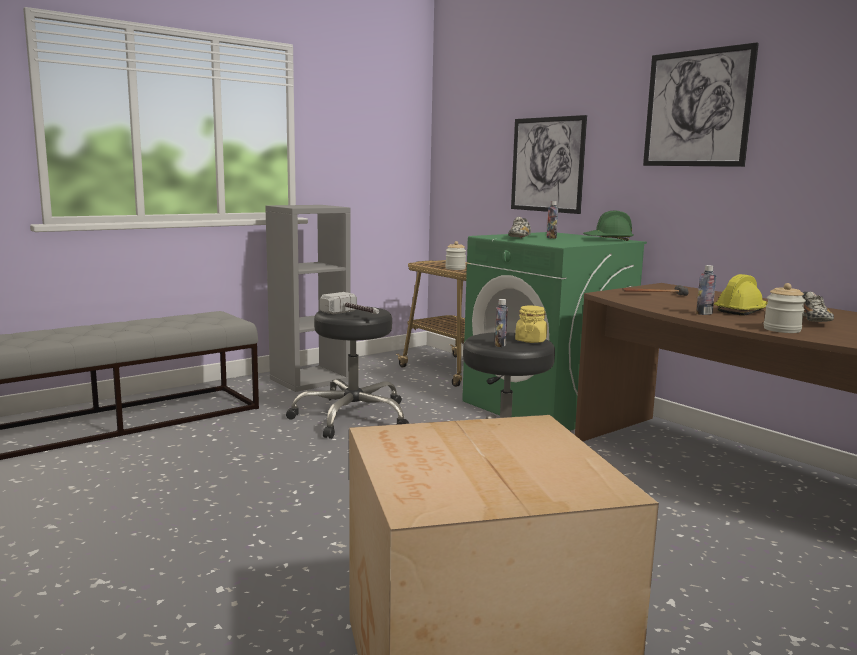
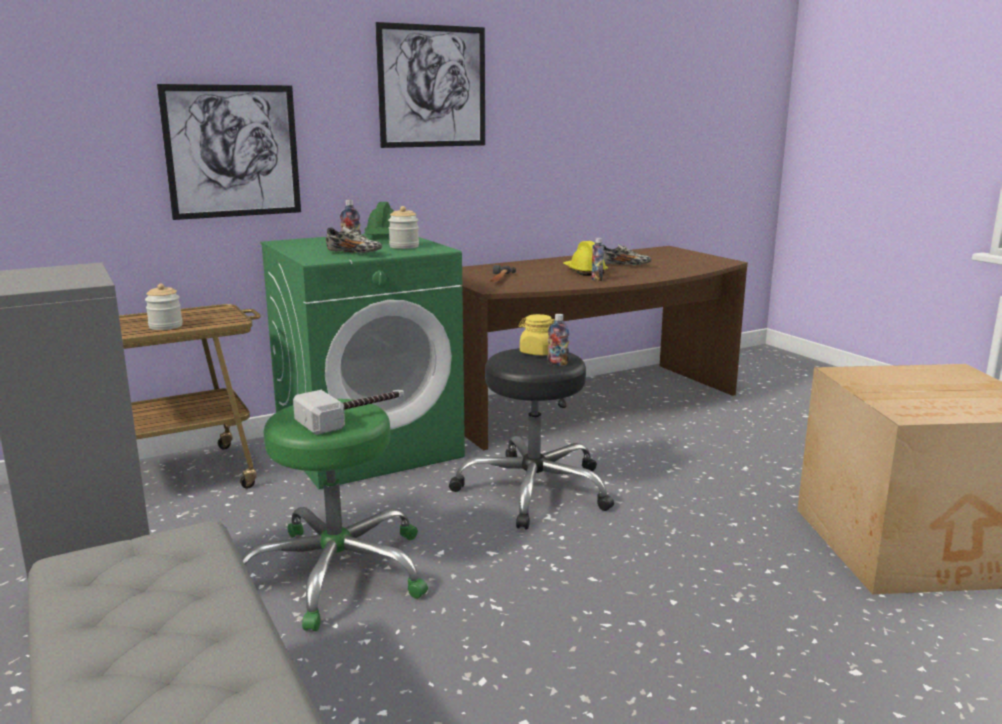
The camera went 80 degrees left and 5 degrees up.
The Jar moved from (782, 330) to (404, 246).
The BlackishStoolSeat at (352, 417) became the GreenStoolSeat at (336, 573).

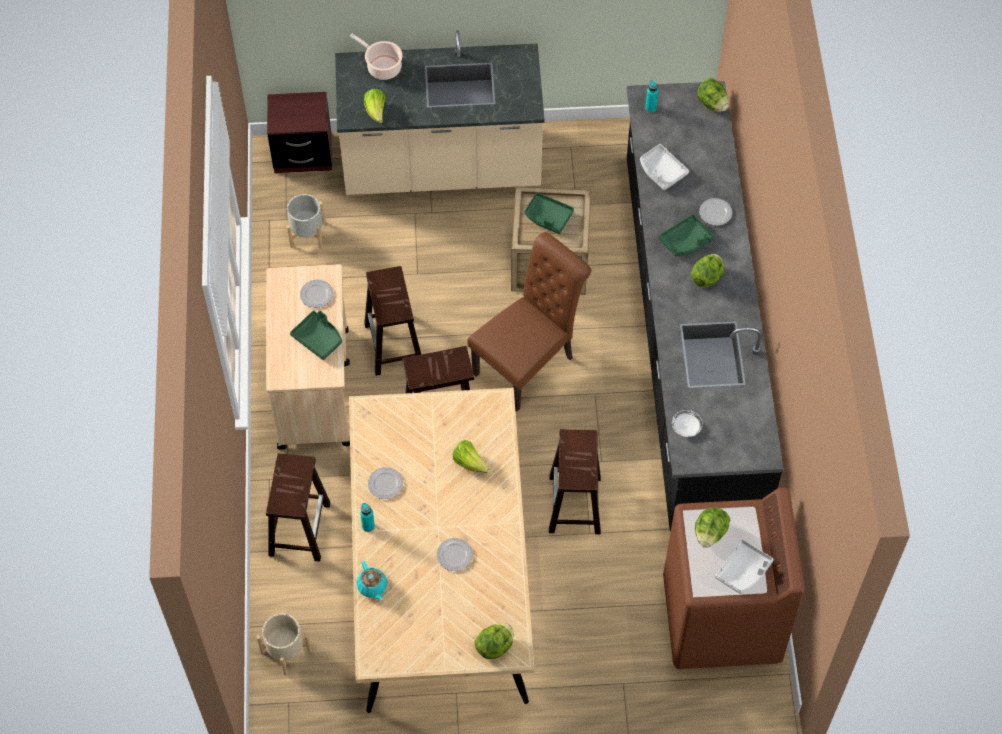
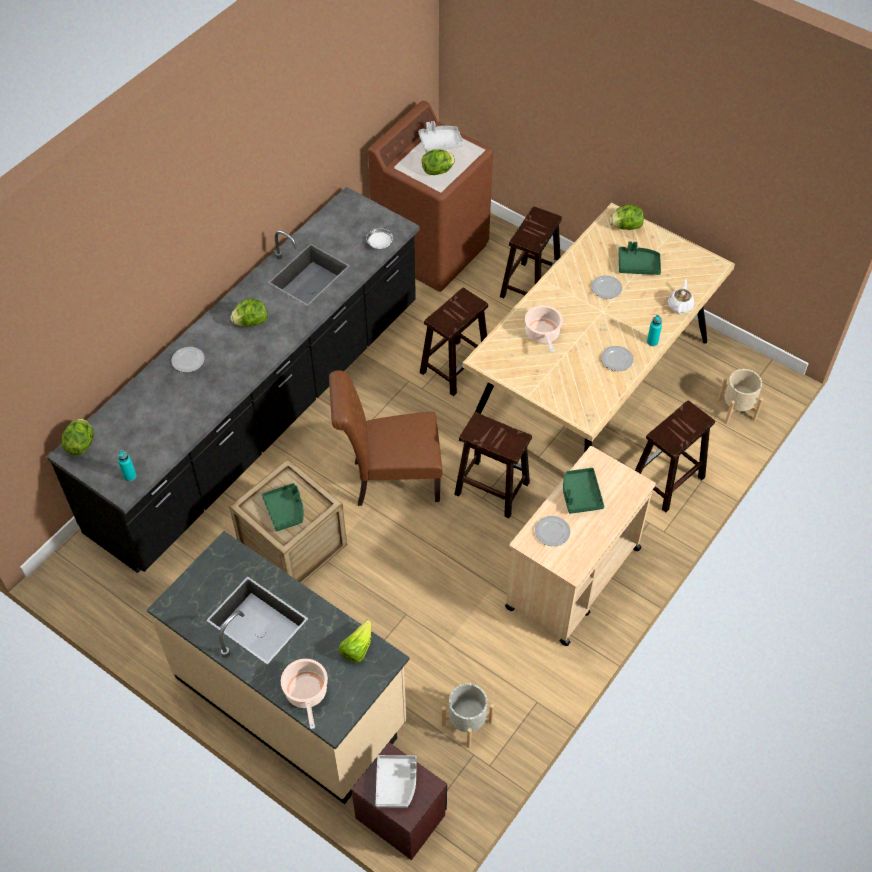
The camera went 140 degrees left and 5 degrees down.
The GreyCarryingTray moved from (661, 171) to (396, 783).
The GreenCarryingTray moved from (686, 241) to (638, 265).
The BrownishStoolSeat moved from (394, 346) to (530, 285).
The HeadOfLettuce at (469, 463) was replaced by the Saucepot at (542, 335).
The TurquoiseColouredTeaPot at (372, 586) became the WhiteColouredTeaPot at (680, 305).

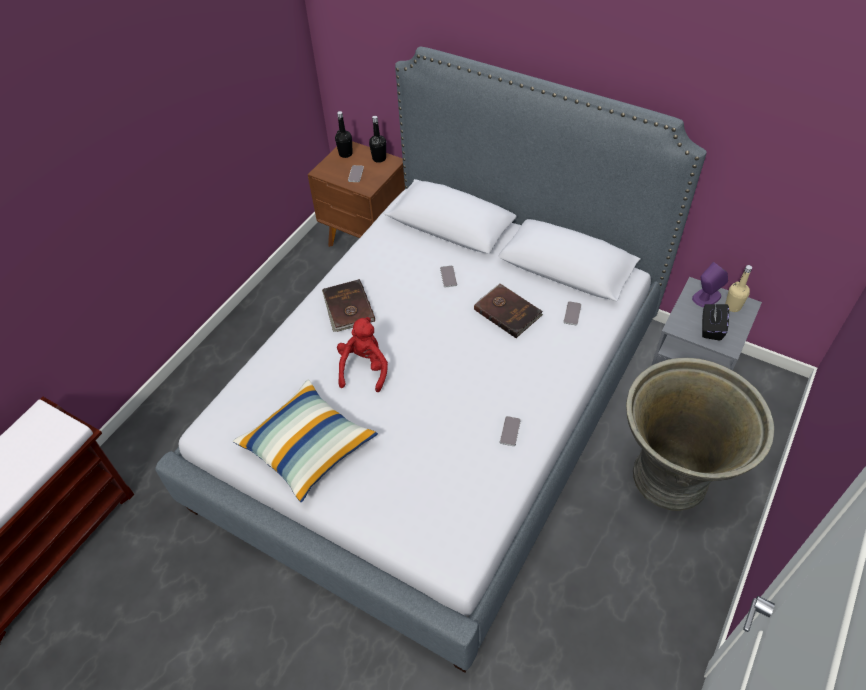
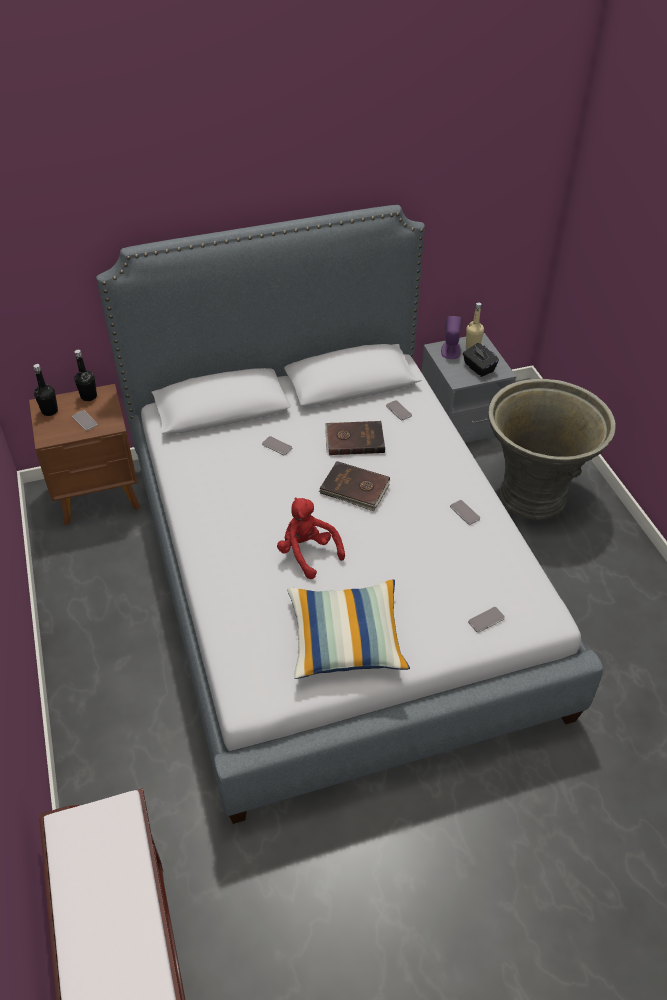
The camera went 50 degrees left and 5 degrees down.
The BrownishBook moved from (347, 308) to (355, 488).
The Telephone at (486, 620) appeared.

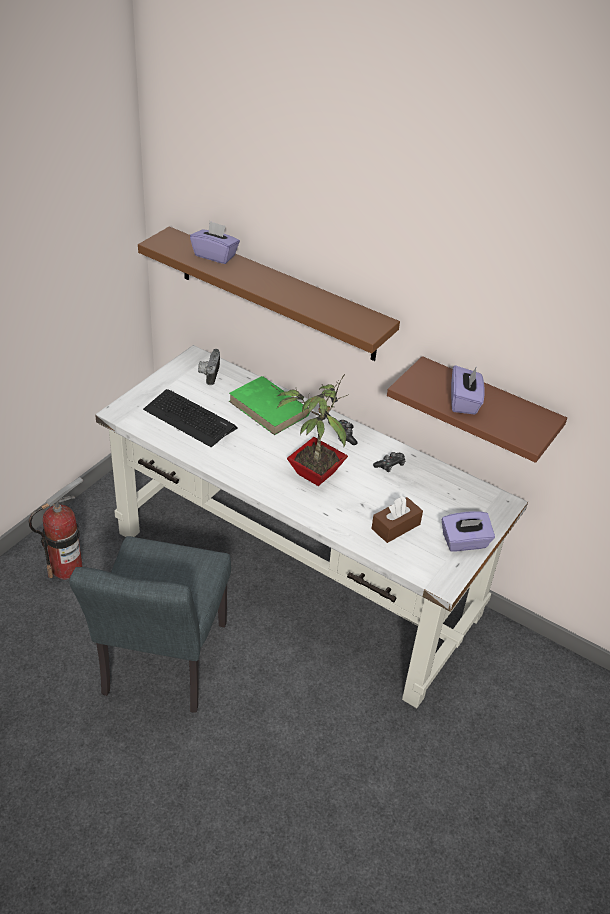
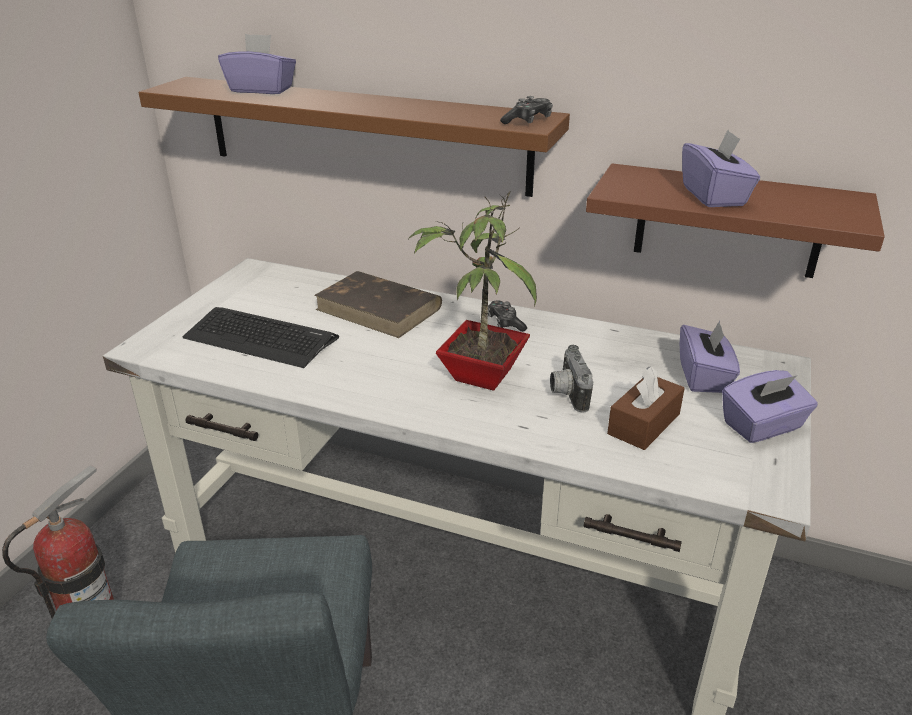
The camera went 10 degrees left and 10 degrees down.
The StillCamera moved from (208, 374) to (566, 394).
The GreenBook at (269, 408) became the BrownishBook at (380, 309).
The GameController moved from (390, 465) to (528, 121).
The PurpleBoxOfTissues at (704, 377) appeared.

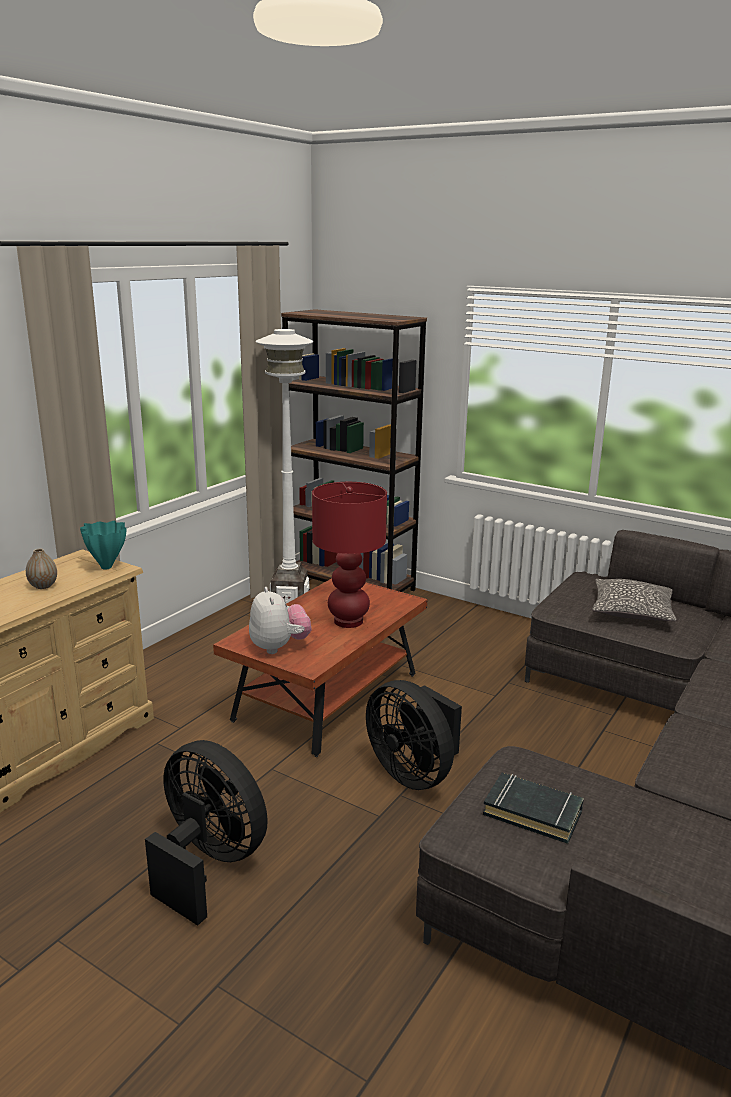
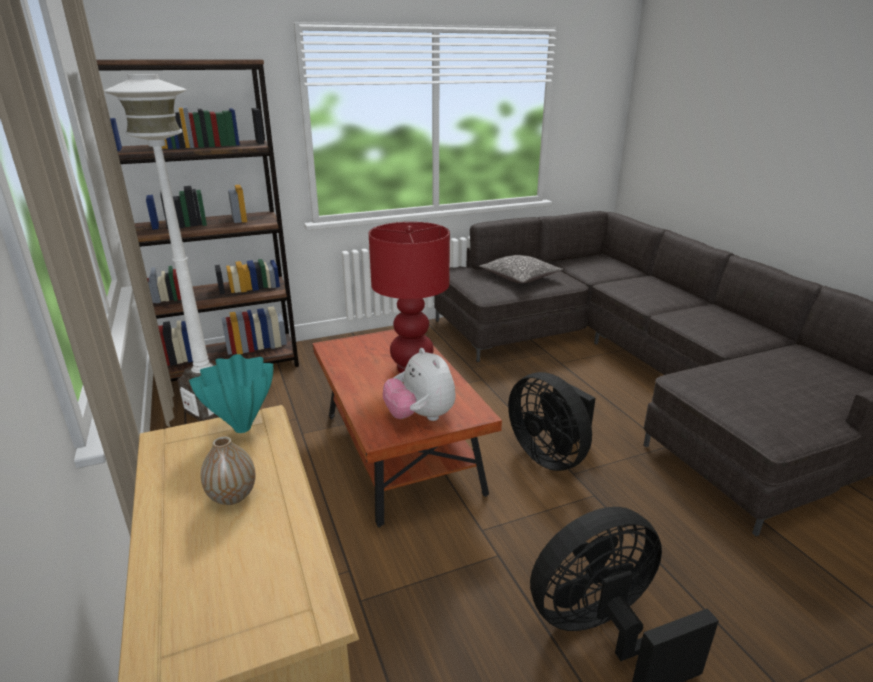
The camera went 55 degrees left and 5 degrees up.
The CuddlyToy at (279, 647) turned 135 degrees counterclockwise.
The BlackishFan at (413, 773) turned 60 degrees clockwise.
The BlackishBook at (533, 812) disappeared.

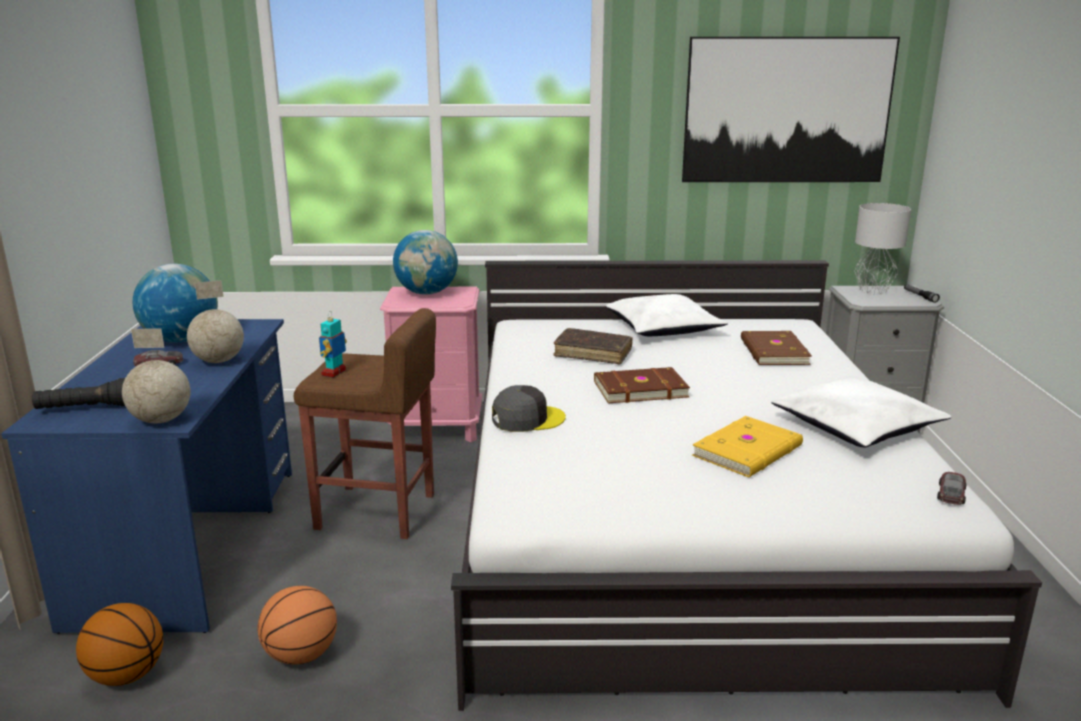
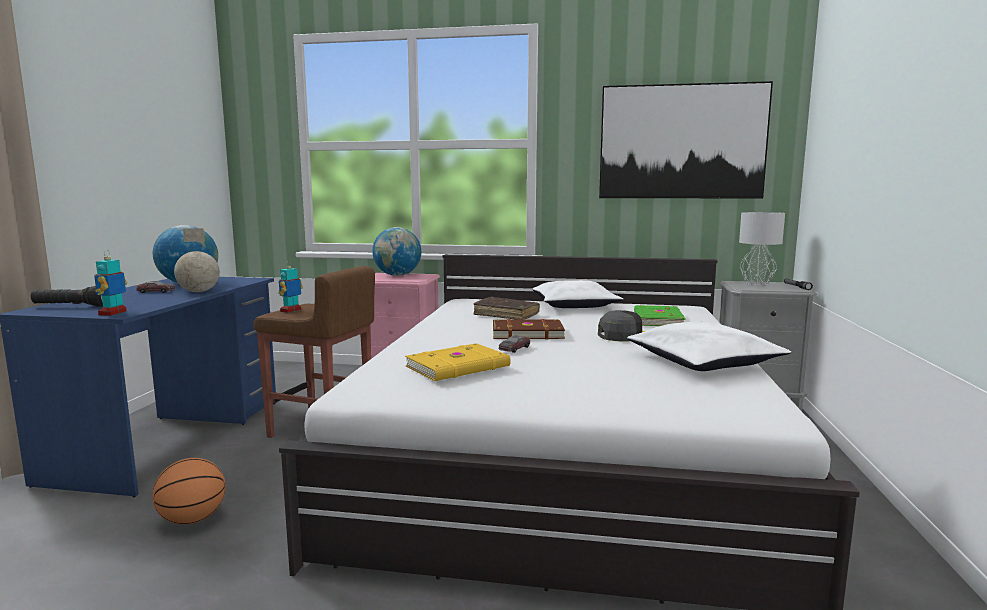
The camera went 10 degrees right and 10 degrees down.
The Globe at (161, 420) was replaced by the RobotFigure at (113, 313).
The BrownishBook at (772, 352) became the GreenBook at (656, 319).
The GreyPeakedCap moved from (527, 419) to (626, 336).
The YellowishBook moved from (749, 451) to (459, 367).
The MiniatureCar moved from (951, 493) to (514, 348).
The BallForBasketball at (127, 676) disappeared.

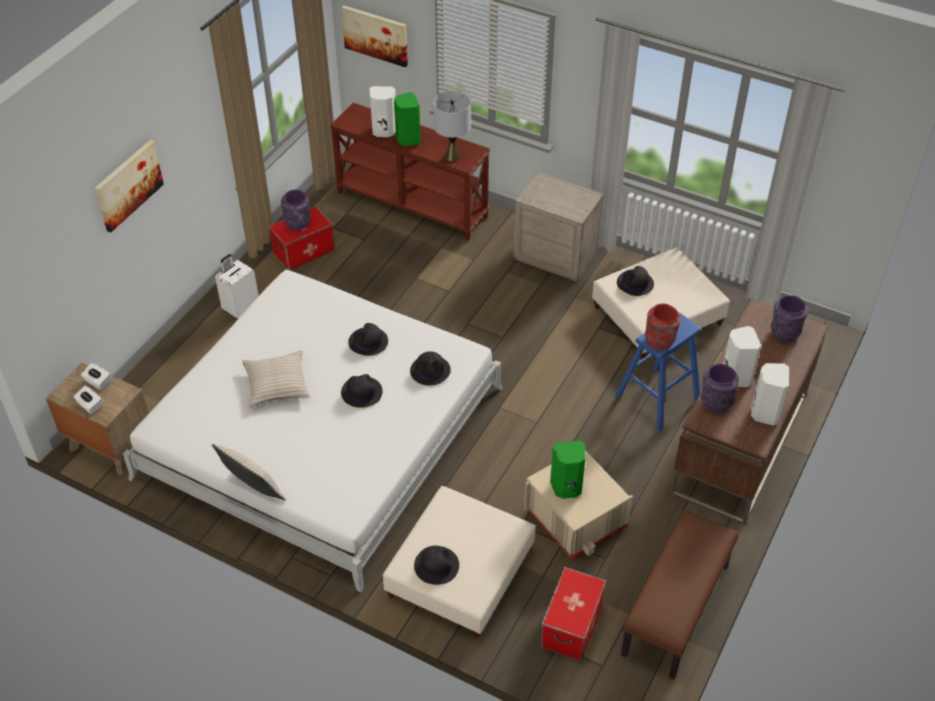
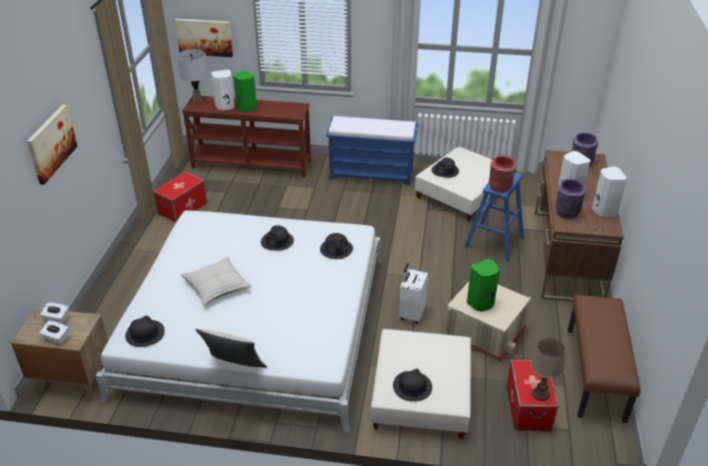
The camera went 20 degrees left and 10 degrees down.
The GreyTableLamp moved from (452, 156) to (197, 100).
The BeigeNightstand at (556, 256) was replaced by the BluishBench at (372, 174).
The PurpleVase at (298, 223) disappeared.
The WhiteColouredPieceOfLuggage moved from (241, 308) to (411, 314).
The BlackishHat moved from (361, 392) to (144, 334).
The BrownishTableLamp at (541, 394) appeared.

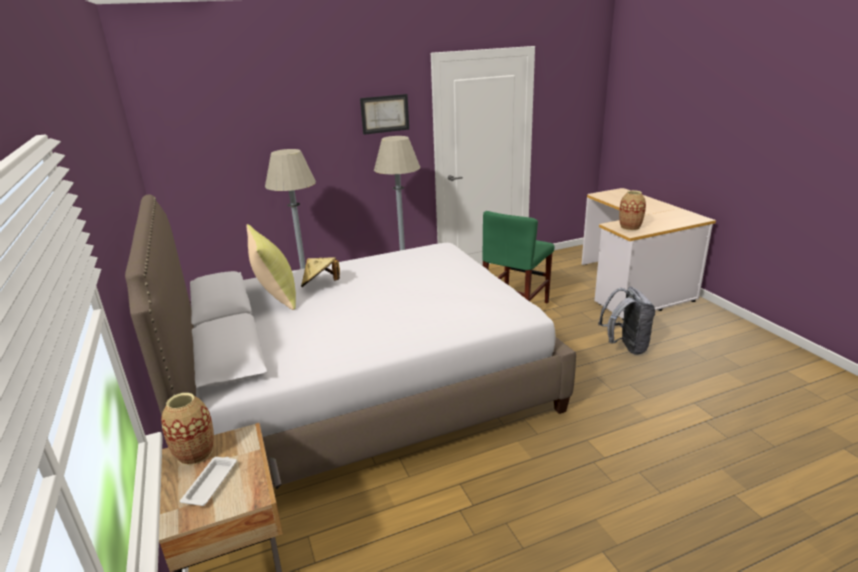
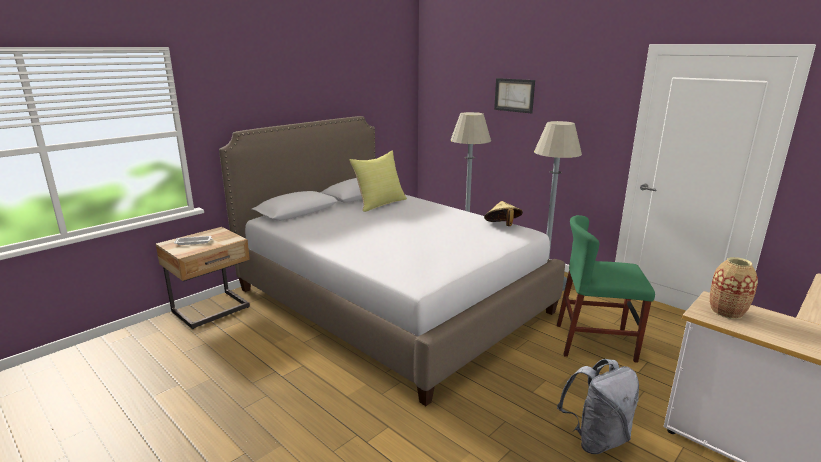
The camera went 65 degrees right and 5 degrees down.
The Picture moved from (385, 114) to (514, 95).
The BeigeHat moved from (320, 284) to (502, 226).
The Vase at (195, 453) disappeared.

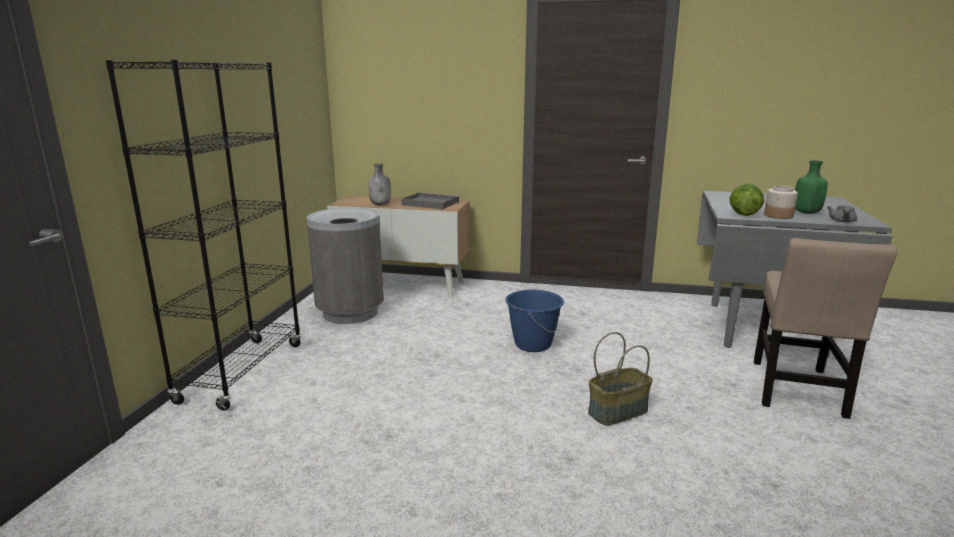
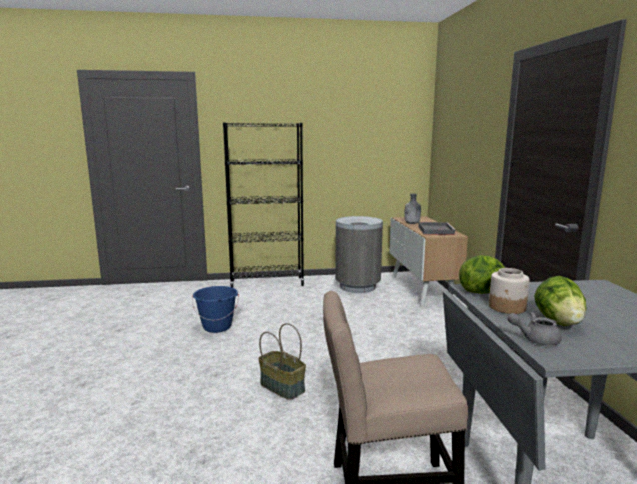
The camera went 70 degrees right and 5 degrees down.
The GreenBottle at (806, 212) was replaced by the HeadOfLettuce at (558, 322).
The BluishBucket moved from (532, 344) to (217, 327).

